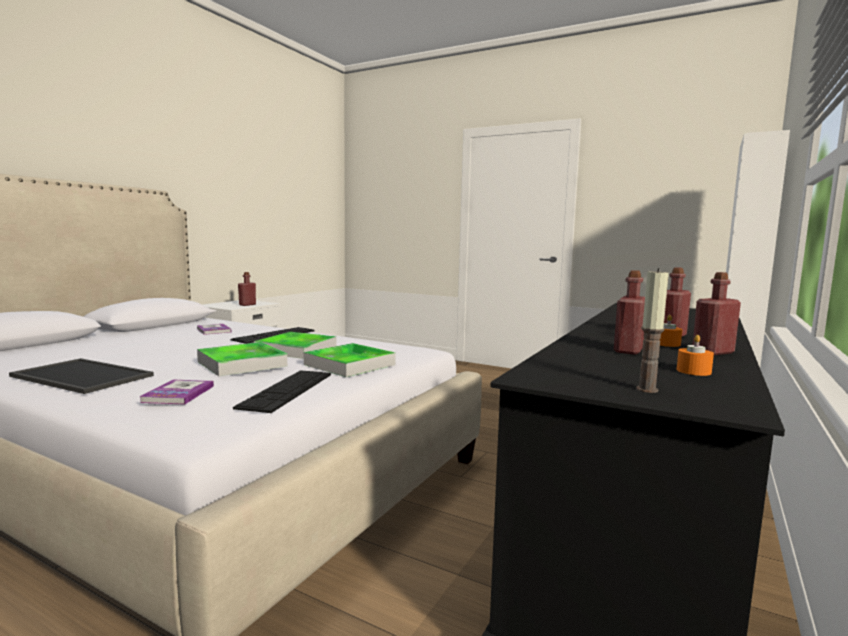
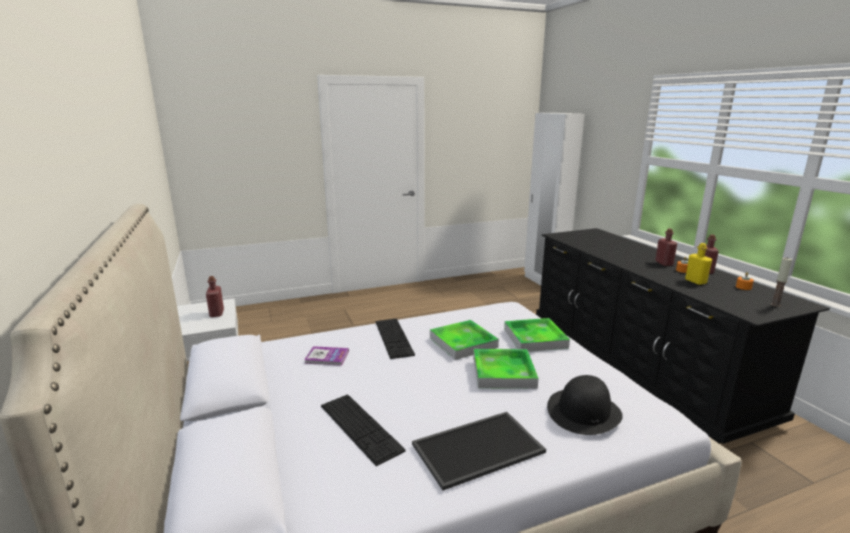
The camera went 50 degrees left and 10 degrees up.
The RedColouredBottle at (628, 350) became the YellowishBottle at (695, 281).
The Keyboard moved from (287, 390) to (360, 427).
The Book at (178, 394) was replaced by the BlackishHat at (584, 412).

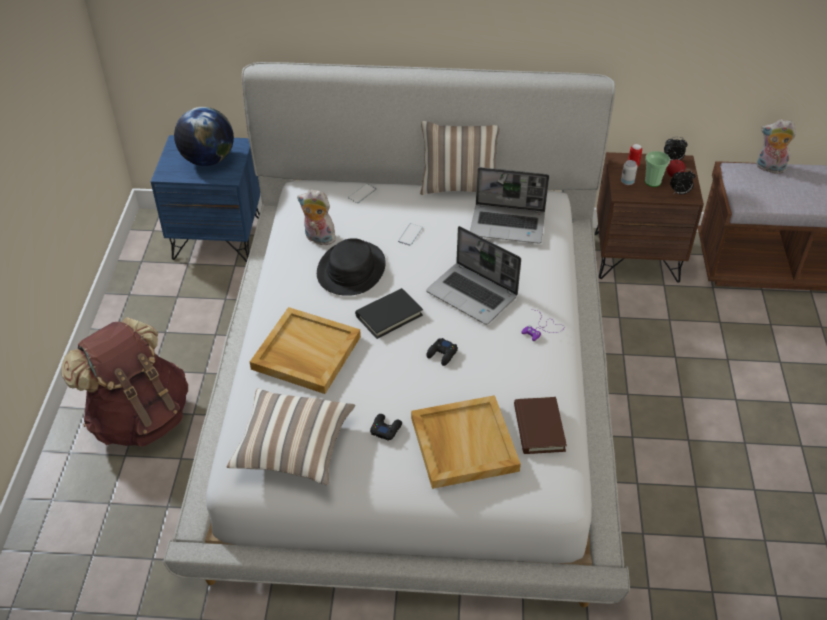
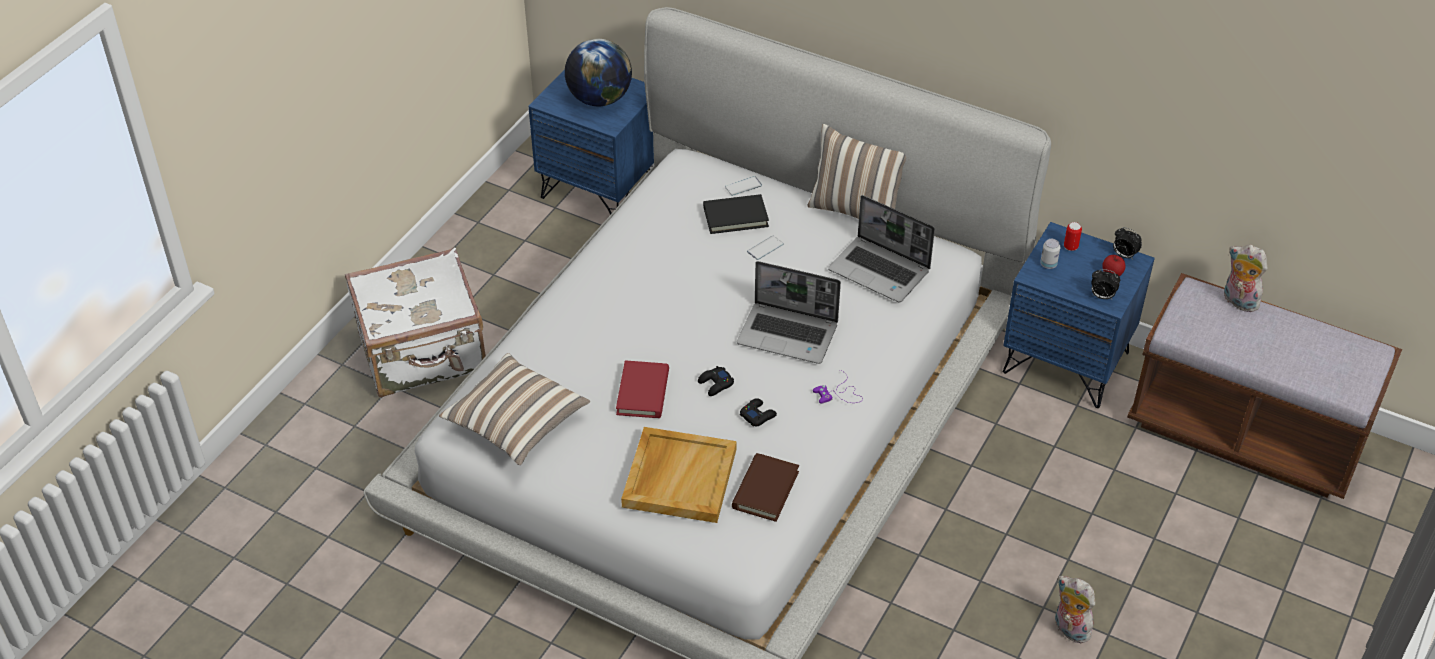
The camera went 25 degrees right and 0 degrees up.
The SmallCup at (652, 181) disappeared.
The BrownishNightstand at (636, 257) became the BluishNightstand at (1066, 362).
The CuddlyToy moved from (318, 239) to (1069, 629).
The Laptop at (473, 295) turned 45 degrees counterclockwise.
The BlackishHat at (351, 269) disappeared.
The BlackishBook moved from (389, 315) to (735, 217).
The BeigeCarryingTray at (305, 353) disappeared.
The BrownishRucksack at (140, 418) was replaced by the WhiteColouredPieceOfLuggage at (423, 354).
The BlackishGameController moved from (385, 429) to (757, 415).
The RedColouredBook at (643, 392) appeared.

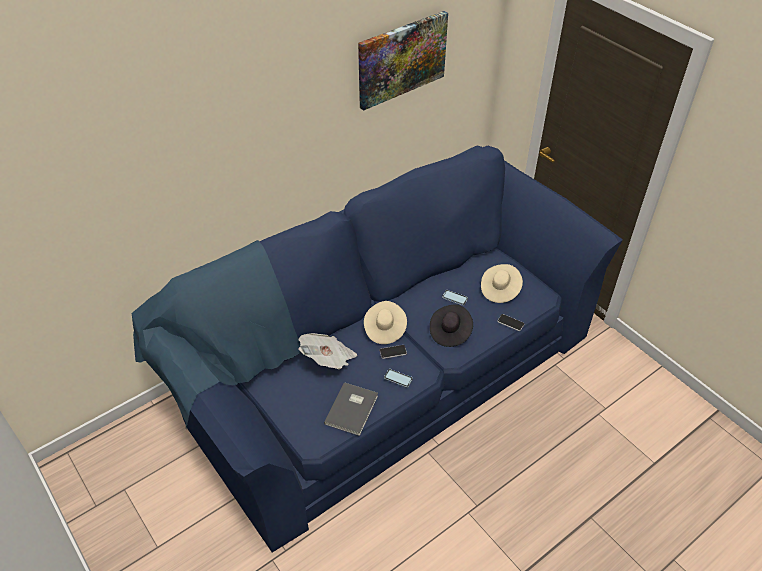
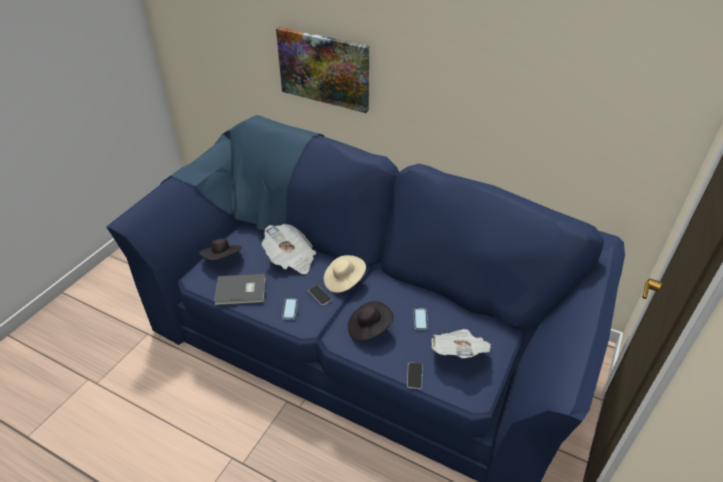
The camera went 65 degrees right and 5 degrees down.
The Picture moved from (401, 59) to (324, 69).
The BeigeHat at (500, 290) was replaced by the Newspaper at (458, 353).
The BlackishHat at (222, 259) appeared.

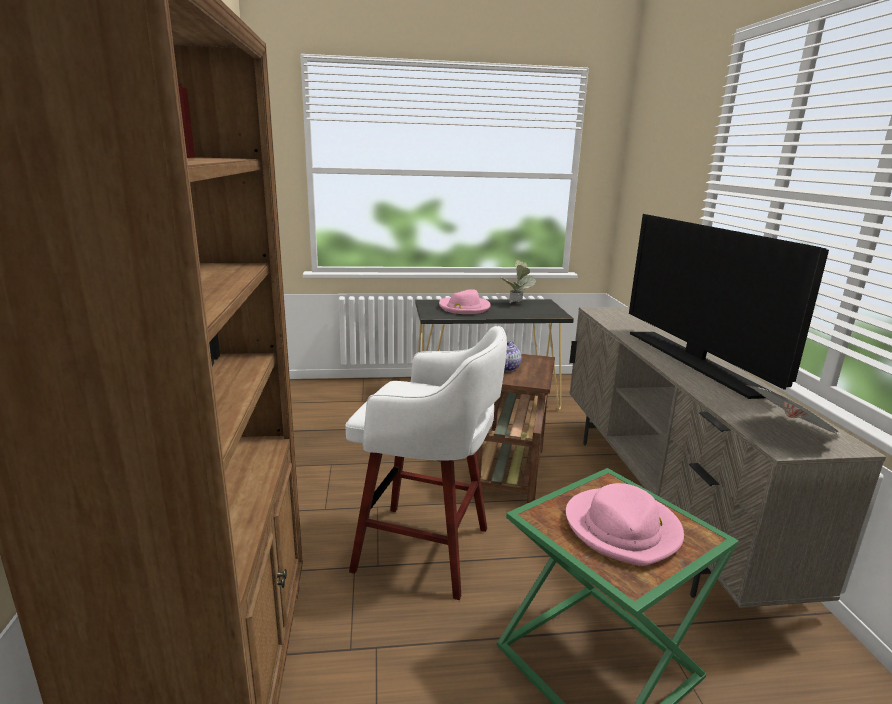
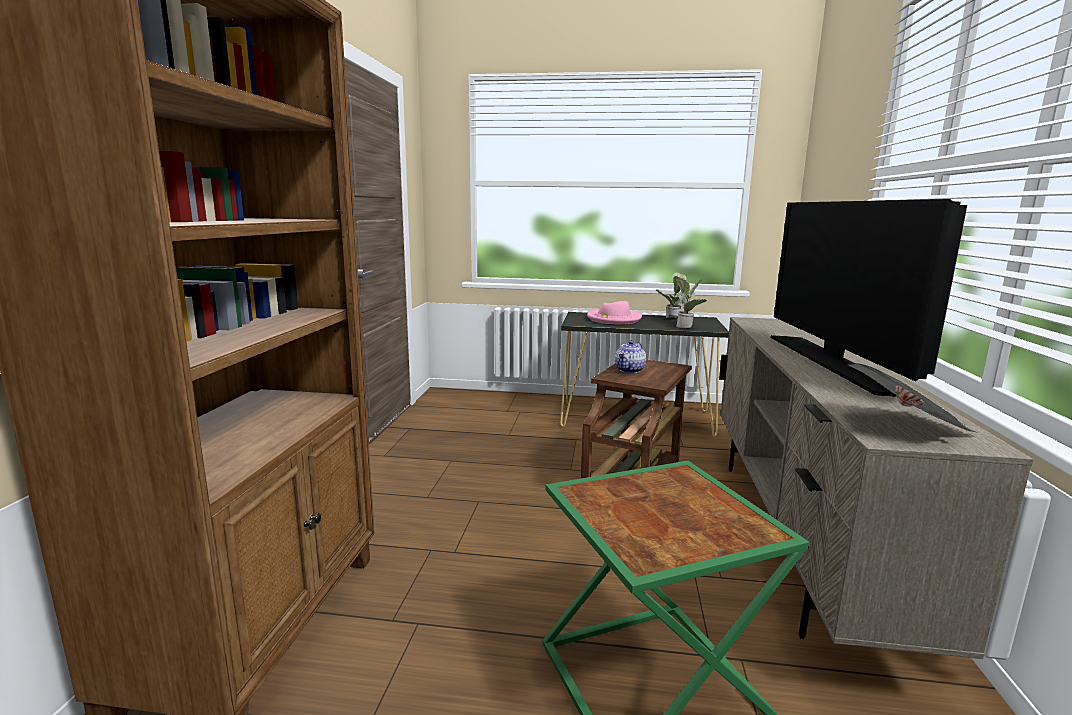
The camera went 15 degrees right and 5 degrees down.
The WhiteColouredStoolSeat at (427, 550) disappeared.
The PinkHat at (623, 529) disappeared.
The PlantInAPot at (687, 327) appeared.

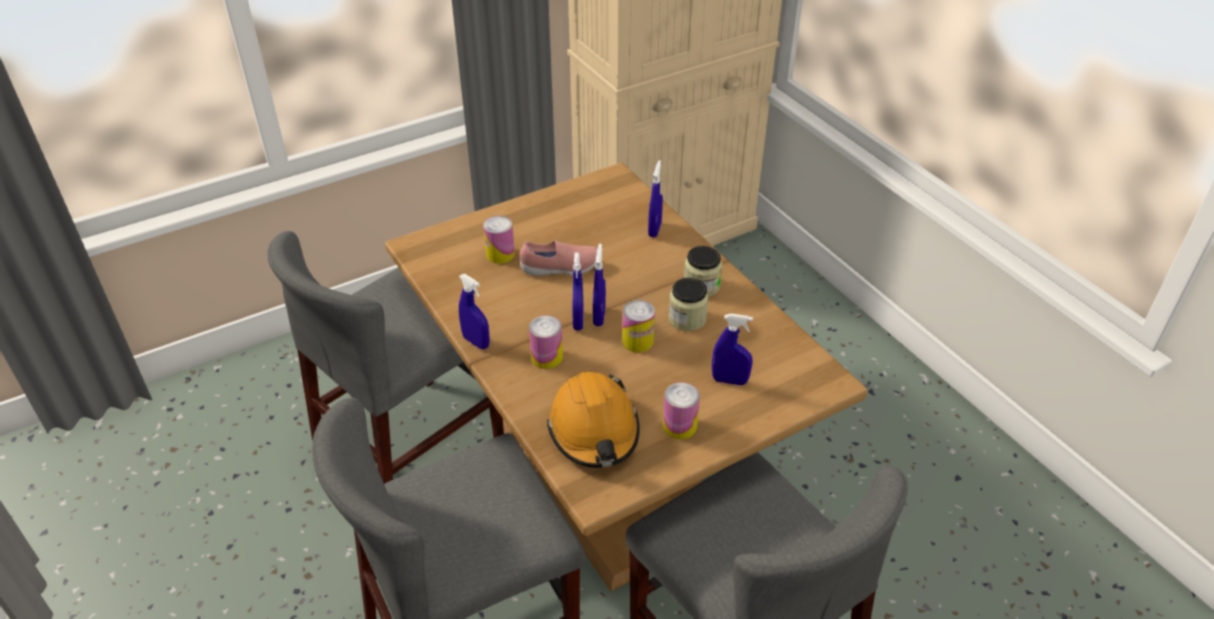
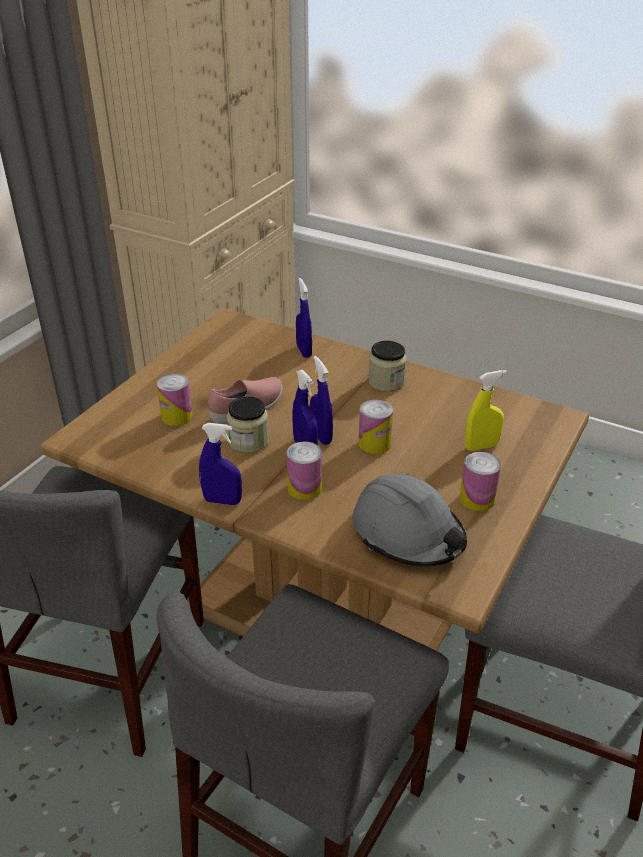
The camera went 30 degrees left and 5 degrees down.
The Jar moved from (687, 319) to (249, 441).
The BluishHandSprayer at (729, 380) became the YellowishHandSprayer at (481, 446).
The OrangeSafetyHelmet at (594, 430) became the GreySafetyHelmet at (408, 533).

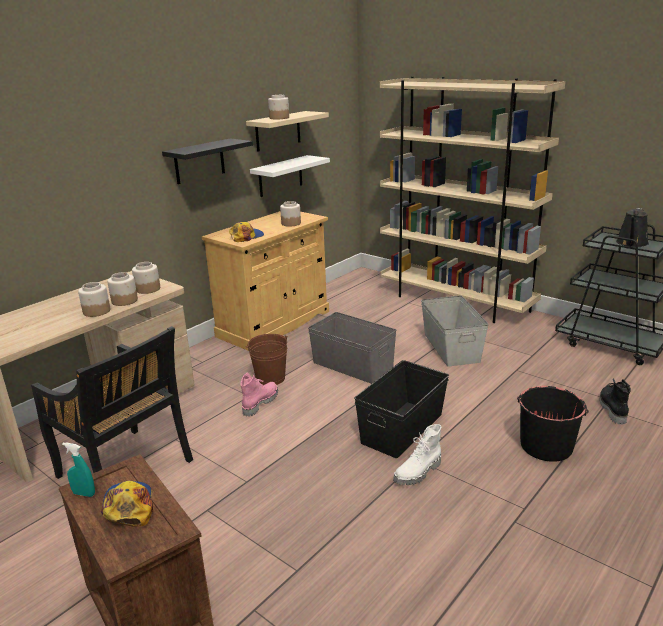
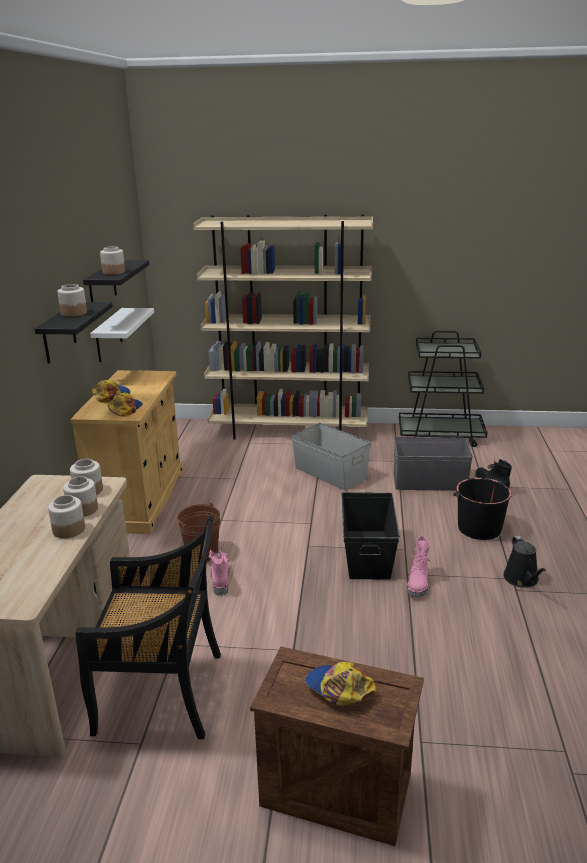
The camera went 35 degrees left and 0 degrees up.
The BeigeShelf at (278, 131) became the BlackishShelf at (102, 286).
The Jar moved from (291, 223) to (74, 313).
The BlackishWateringCan moved from (631, 243) to (522, 579).
The GreyStorageContainer moved from (352, 365) to (429, 481).
The WhiteColouredBoot at (418, 473) became the PinkBoot at (418, 584).
The TurquoiseColouredHandSprayer at (84, 494) disappeared.
The PeakedCap at (111, 395) appeared.

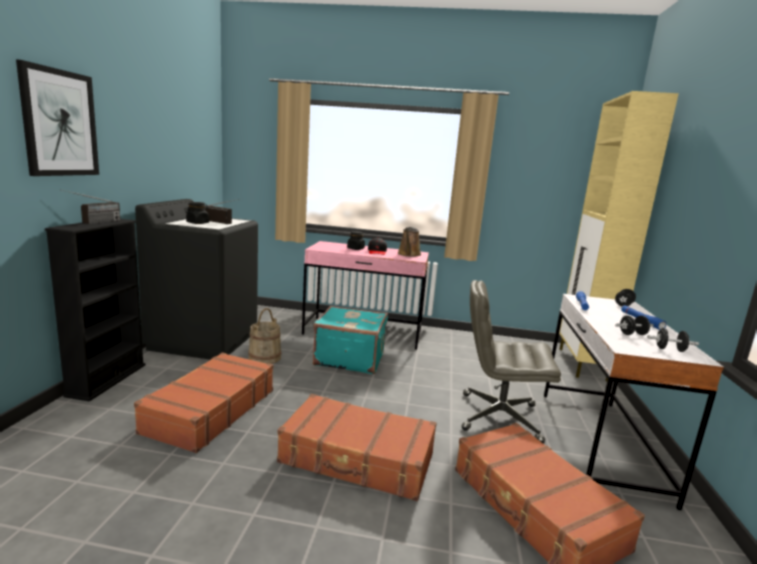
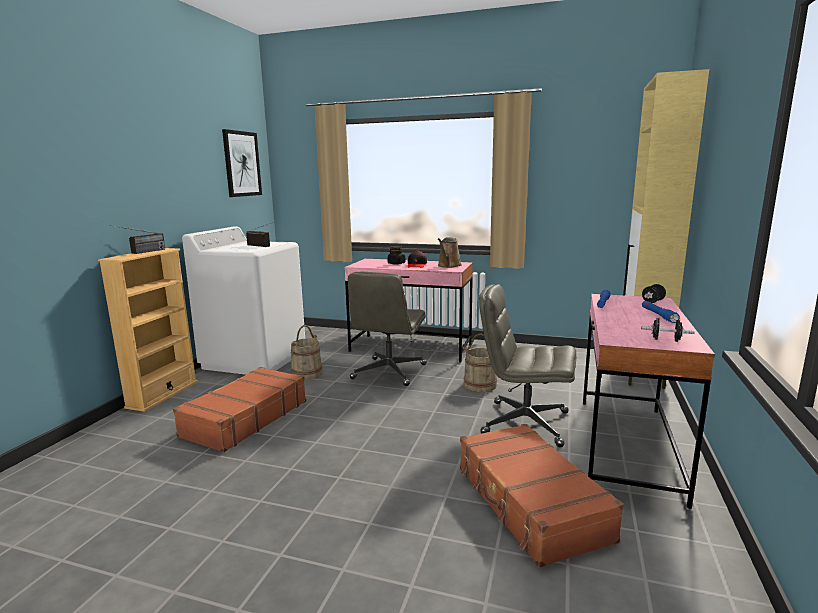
The camera went 10 degrees right and 0 degrees up.
The Picture moved from (60, 123) to (242, 164).
The BlackishLaundryAppliance at (204, 340) became the WhiteColouredLaundryAppliance at (255, 359).
The BlackishJar at (198, 223) disappeared.
The BlackishBookcase at (107, 380) became the BeigeBookcase at (163, 394).
The WhiteColouredDeskUnit at (599, 442) became the PinkDeskUnit at (626, 446).
The TurquoiseColouredPieceOfLuggage at (349, 358) was replaced by the GreyDeskChair at (389, 372).
The BlackishFreeWeight at (632, 334) disappeared.
The BrownishPieceOfLuggage at (357, 459) disappeared.
The BeigeBucket at (480, 385) appeared.

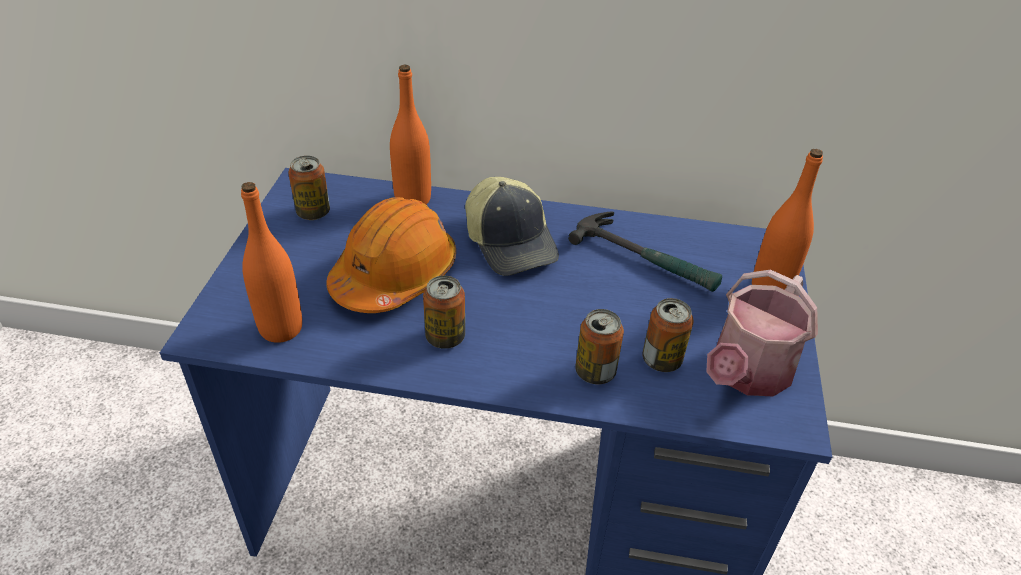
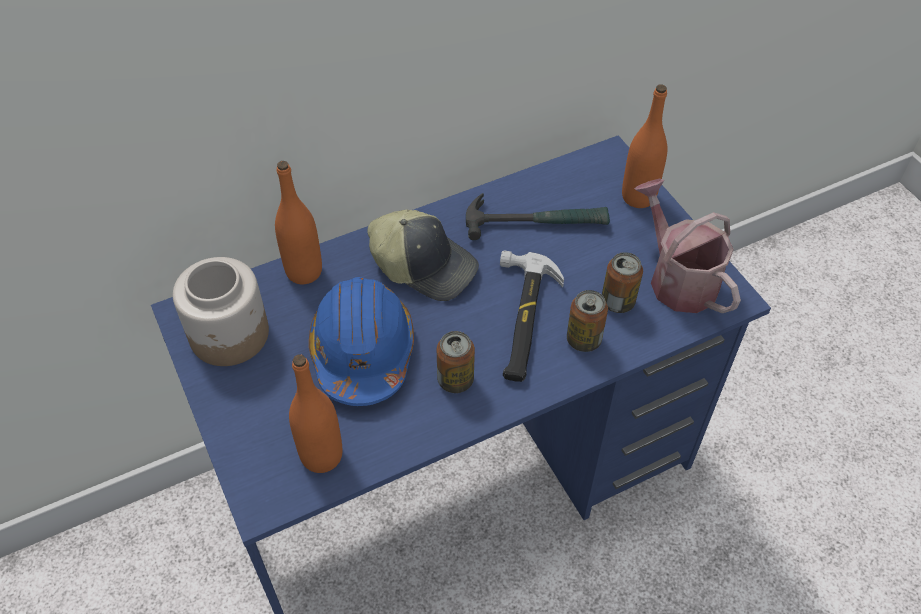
The camera went 35 degrees left and 10 degrees up.
The MetalCan at (313, 212) was replaced by the Jar at (230, 335).
The OrangeSafetyHelmet at (394, 275) became the BluishSafetyHelmet at (363, 351).
The WateringCan at (746, 374) turned 150 degrees clockwise.
The ToolHammer at (522, 319) appeared.

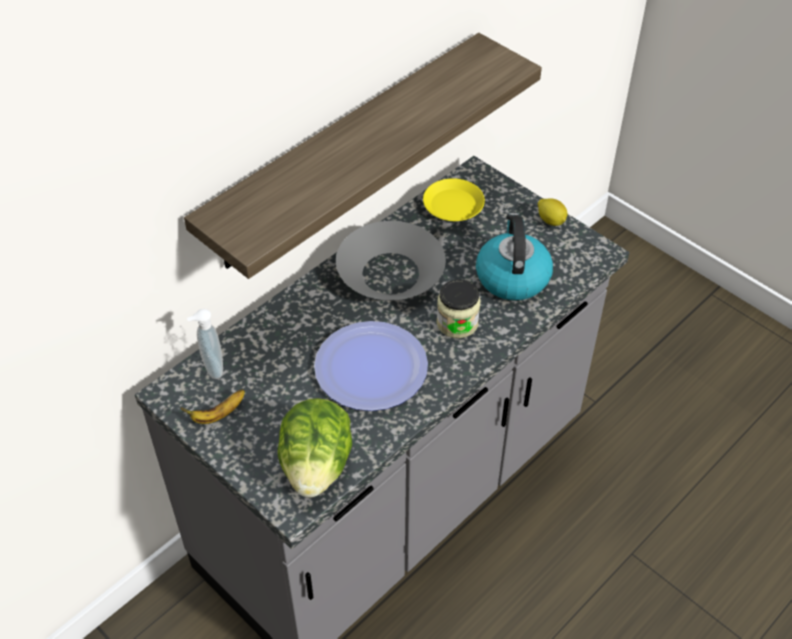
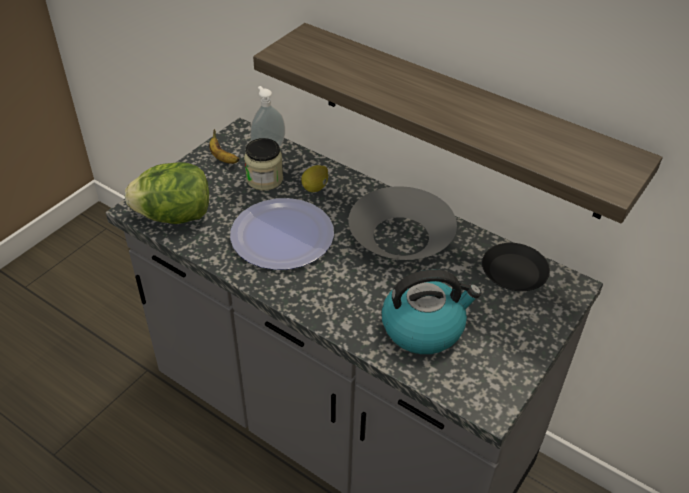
The camera went 80 degrees right and 5 degrees down.
The YellowishDinnerPlate at (453, 205) became the BlackishDinnerPlate at (514, 272).
The Lemon moved from (551, 220) to (315, 187).
The Jar moved from (457, 323) to (264, 179).

